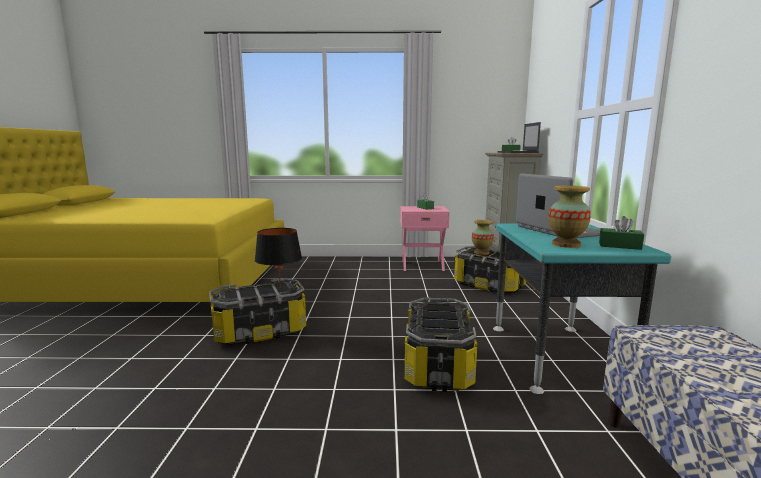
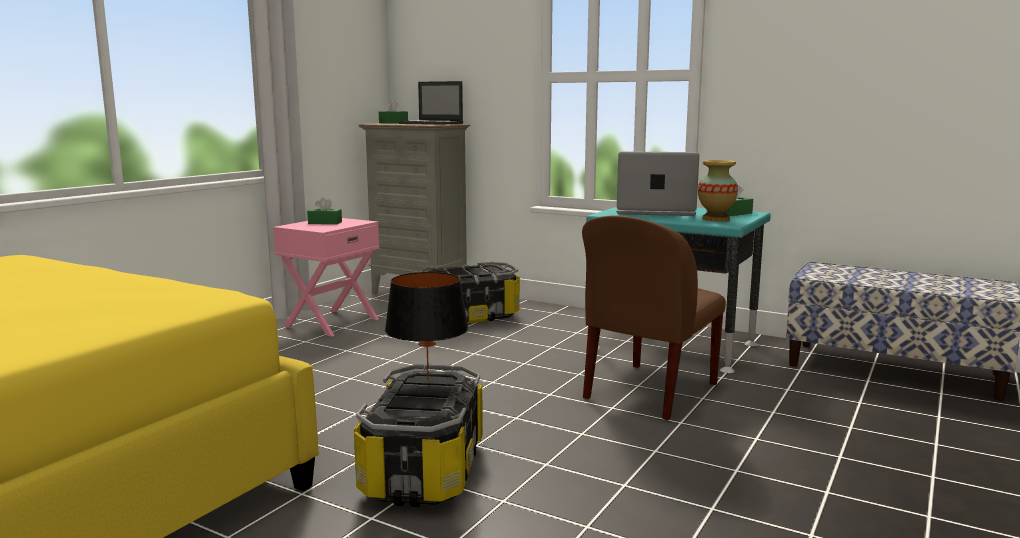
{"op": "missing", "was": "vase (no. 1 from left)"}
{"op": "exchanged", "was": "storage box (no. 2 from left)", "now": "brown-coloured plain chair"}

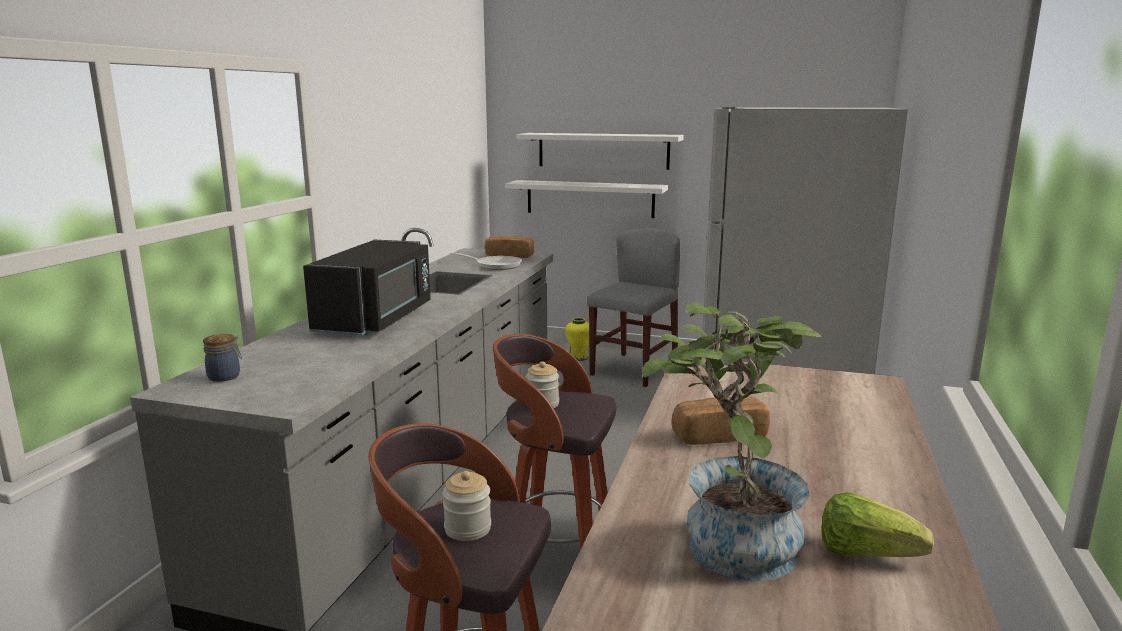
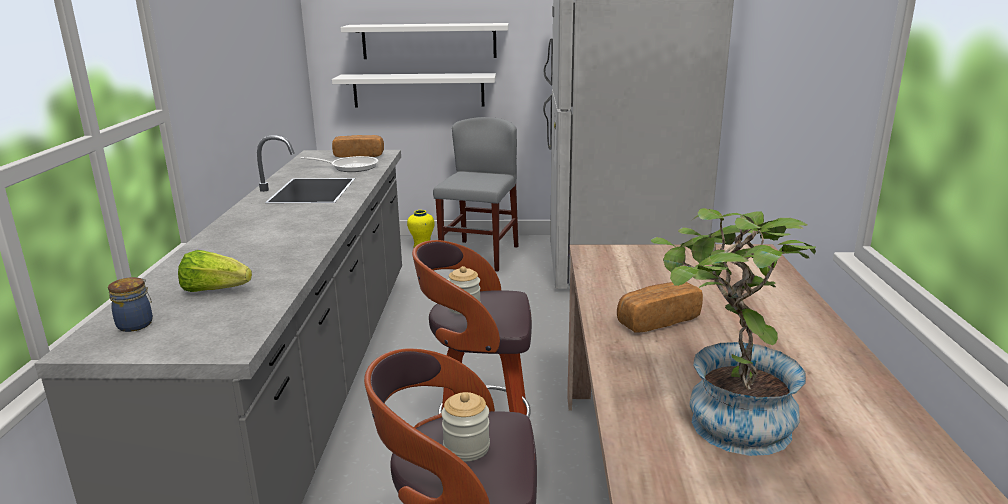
{"op": "missing", "was": "black microwave oven"}
{"op": "relocated", "was": "head of lettuce"}

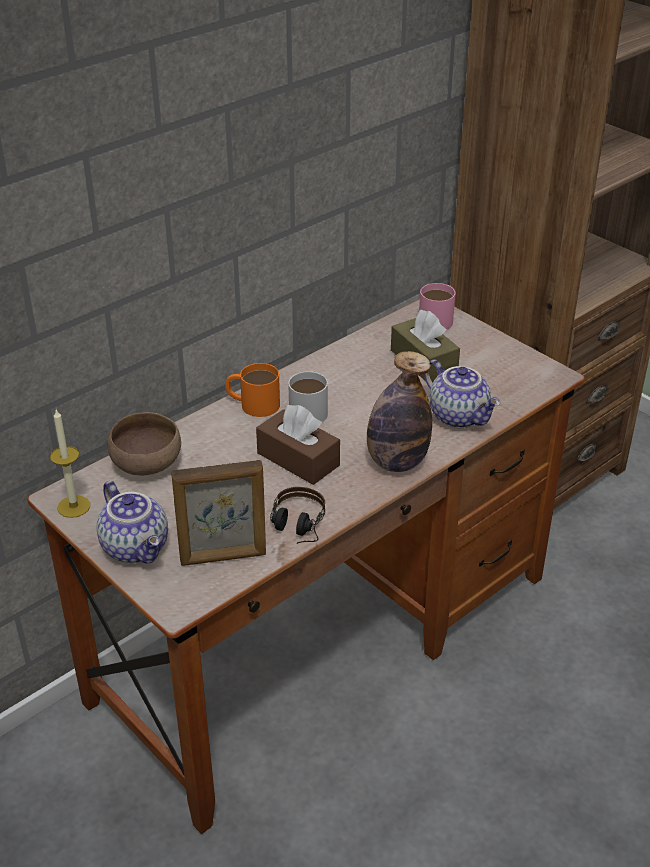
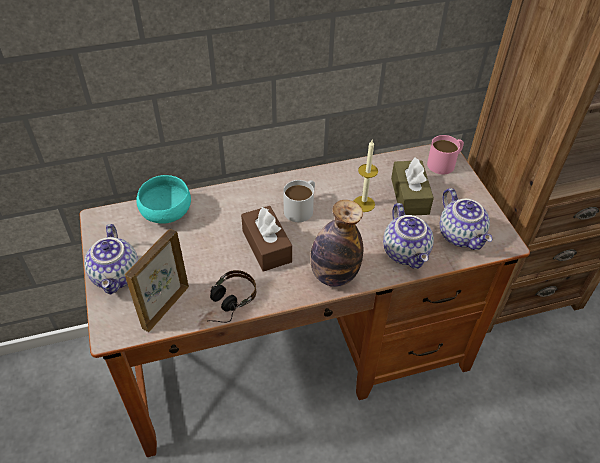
{"op": "missing", "was": "orange-coloured tea mug"}
{"op": "relocated", "was": "wax light"}
{"op": "colour", "was": "brown-coloured deep dish", "now": "blue-green deep dish"}
{"op": "spun", "was": "photo frame", "clockwise": 105}
{"op": "appeared", "now": "pot for tea (no. 3 from left)"}

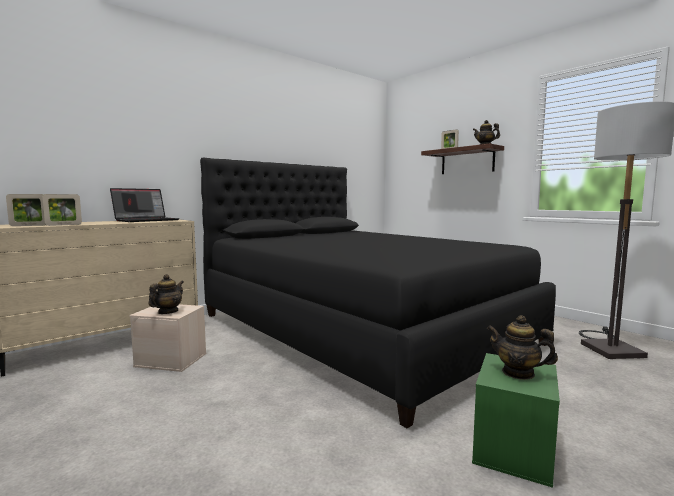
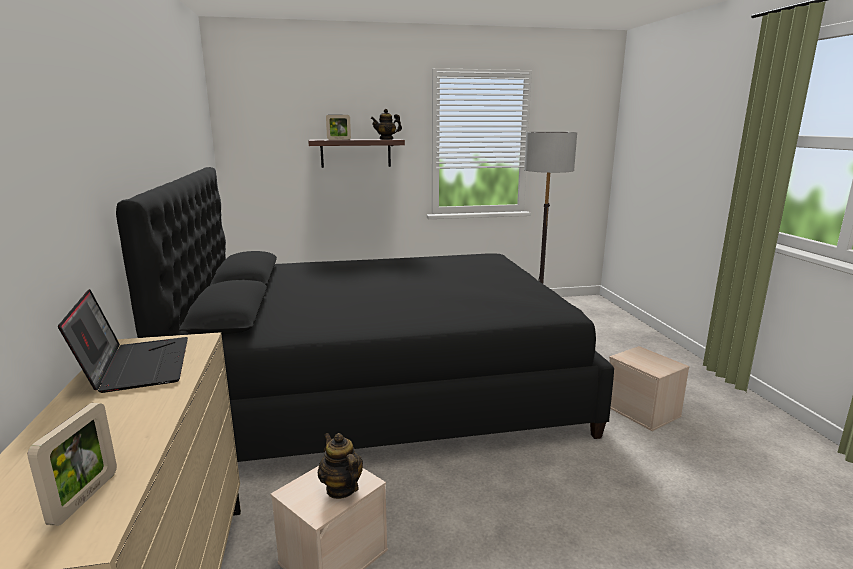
{"op": "missing", "was": "photo frame (no. 2 from left)"}
{"op": "missing", "was": "pot for tea (no. 3 from left)"}
{"op": "colour", "was": "green-coloured storage box", "now": "sand-coloured storage box (no. 2 from left)"}

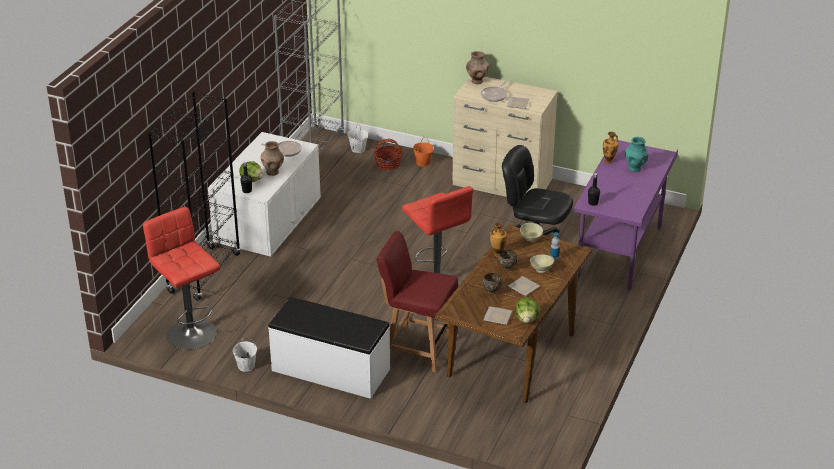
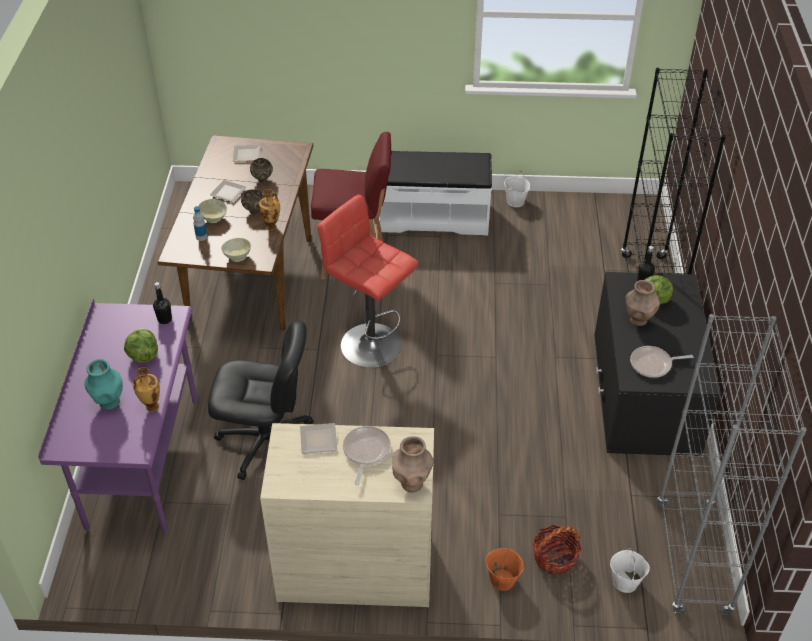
{"op": "colour", "was": "whitish cabinet", "now": "black cabinet"}
{"op": "missing", "was": "reddish sitting stool (no. 1 from left)"}
{"op": "relocated", "was": "head of lettuce (no. 2 from left in the first image)", "now": "head of lettuce (no. 1 from left)"}

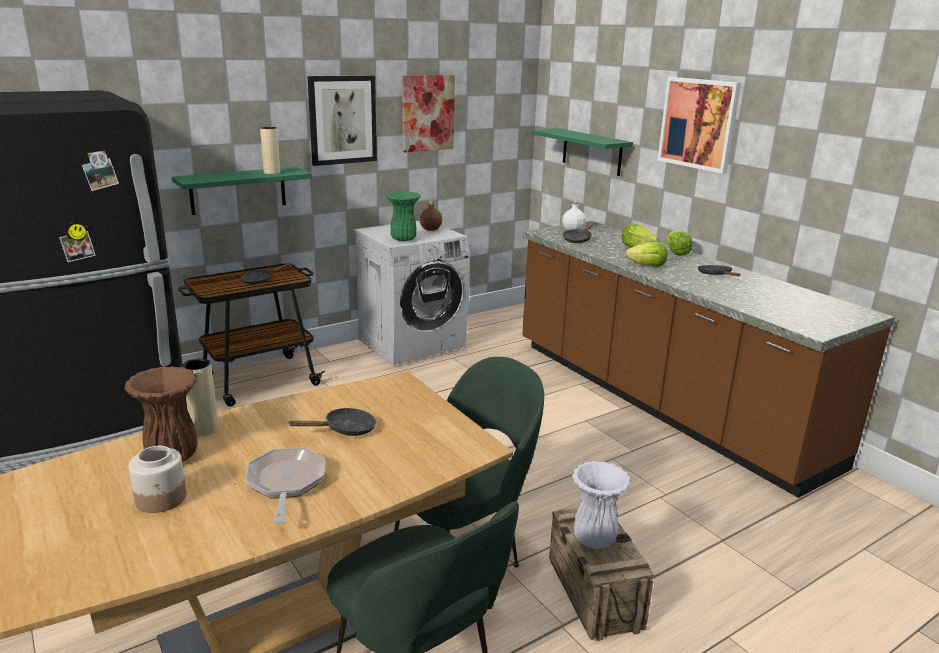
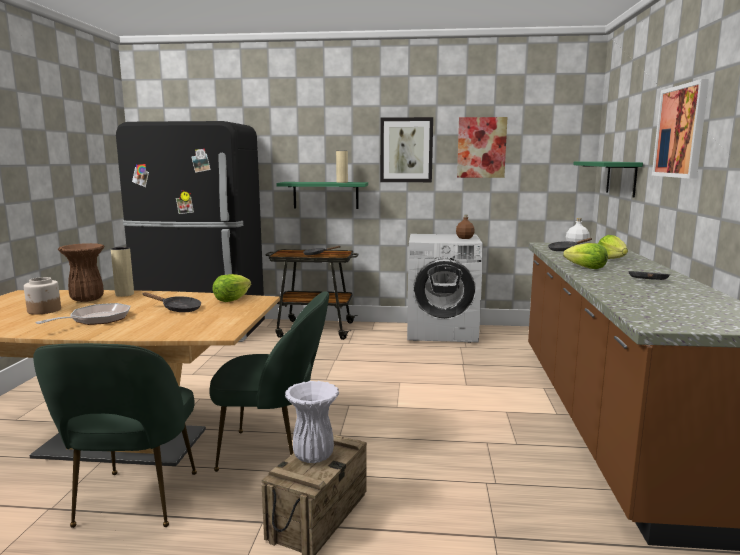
{"op": "missing", "was": "green-coloured vase"}
{"op": "relocated", "was": "head of lettuce (no. 3 from left in the first image)", "now": "head of lettuce (no. 1 from left)"}

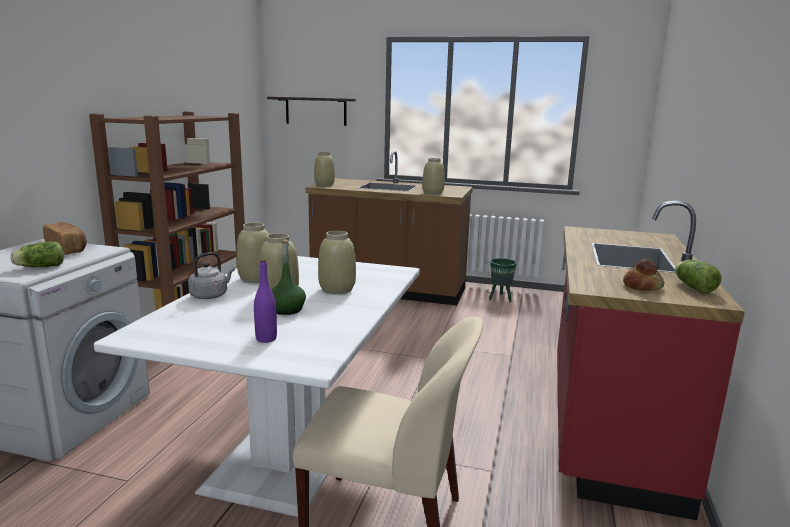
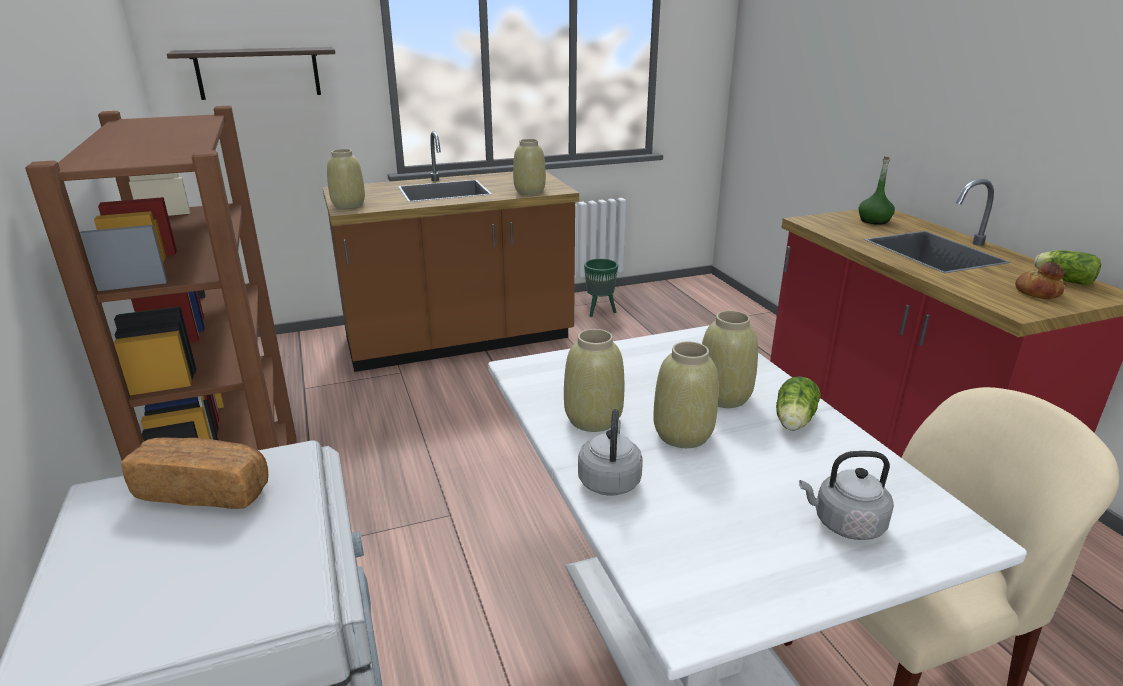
{"op": "relocated", "was": "green-coloured beverage bottle"}
{"op": "relocated", "was": "head of lettuce (no. 1 from left)"}
{"op": "exchanged", "was": "purple-coloured beverage bottle", "now": "greyish kettle (no. 2 from left)"}

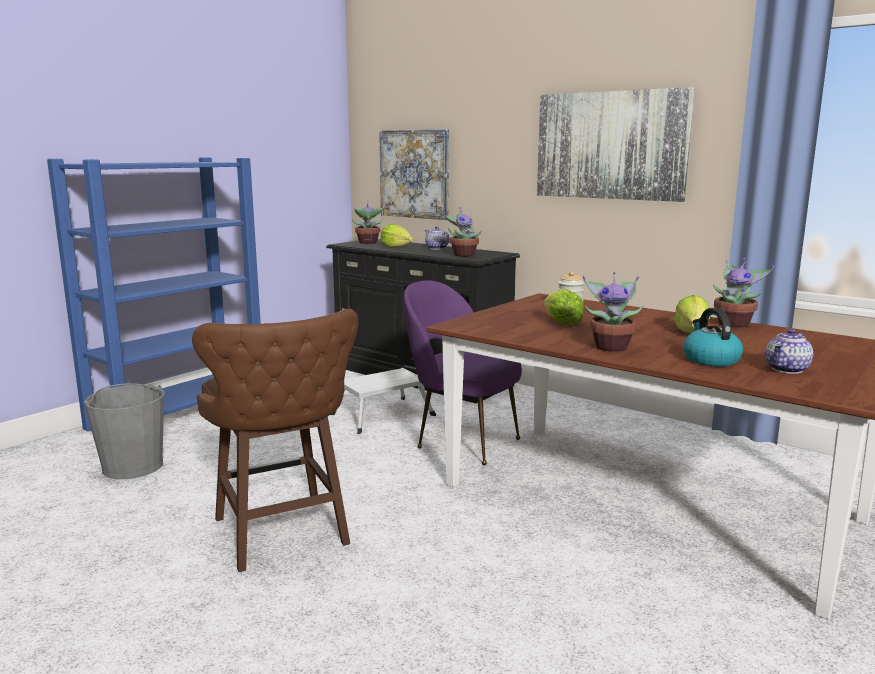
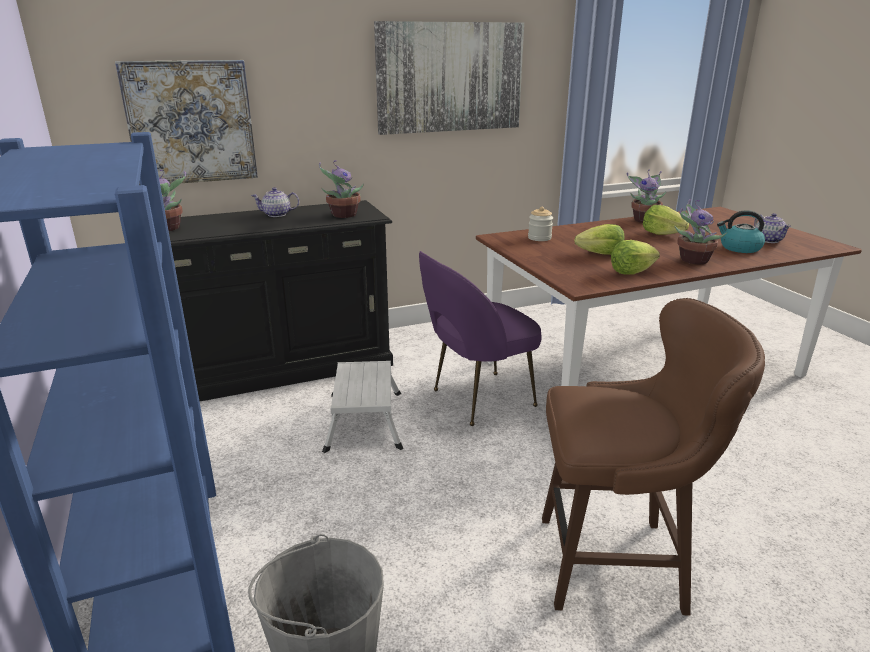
{"op": "relocated", "was": "head of lettuce (no. 1 from left in the first image)", "now": "head of lettuce (no. 2 from left)"}

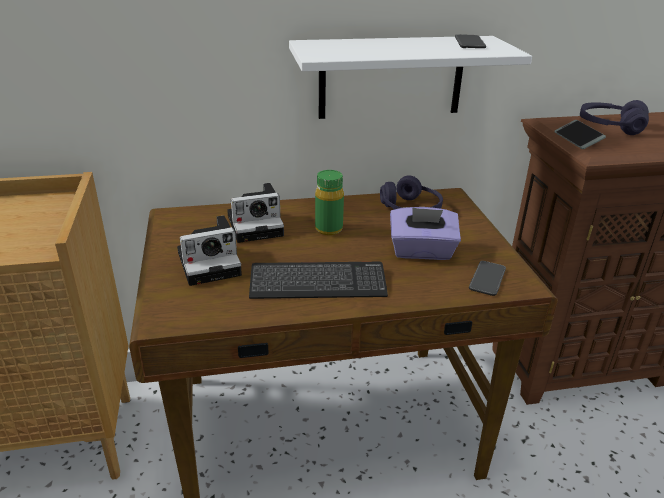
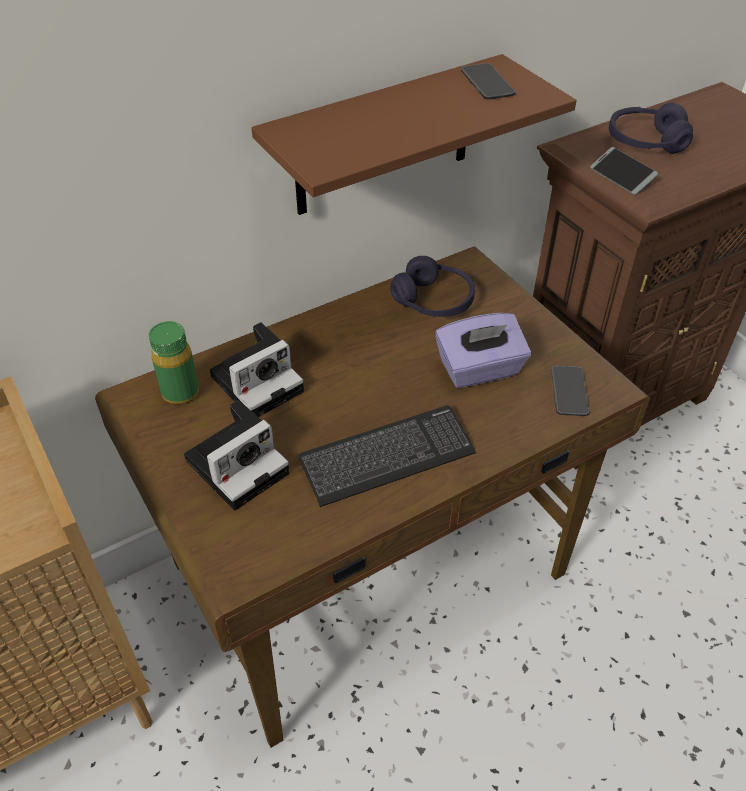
{"op": "colour", "was": "whitish bracket shelf", "now": "brown-coloured bracket shelf"}
{"op": "relocated", "was": "green-coloured beverage bottle"}

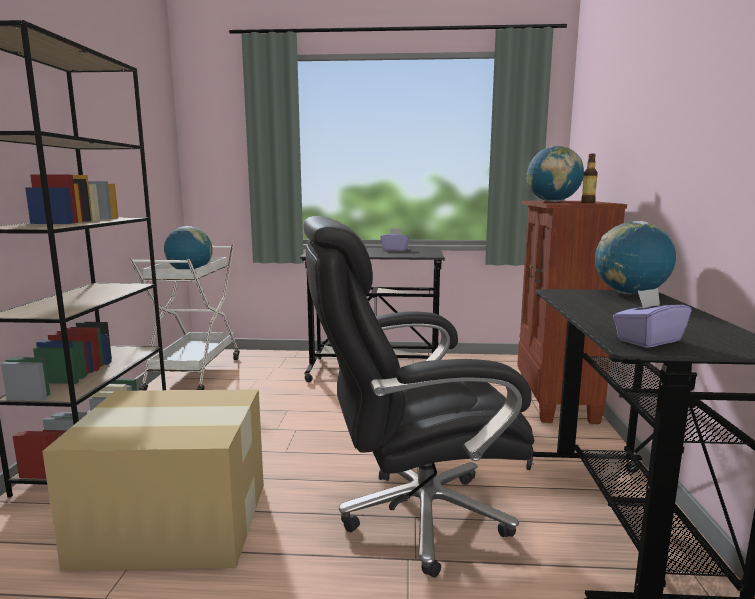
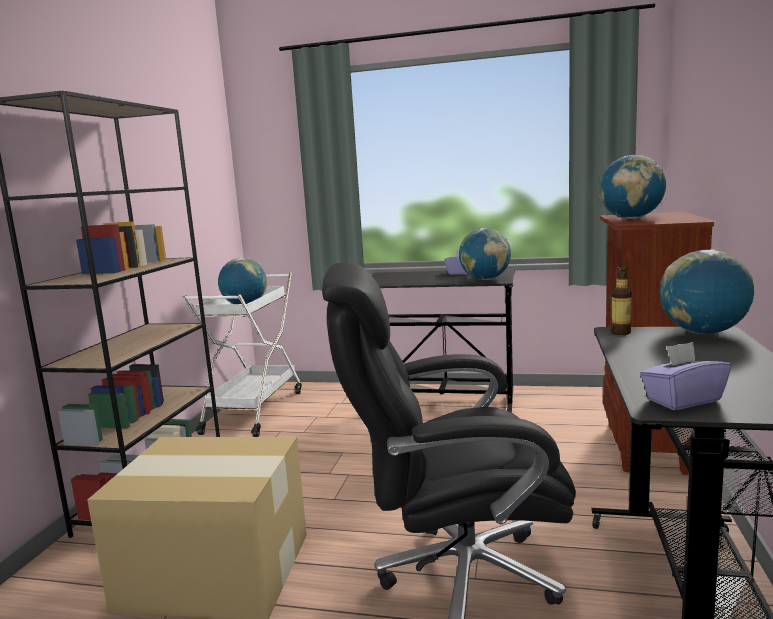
{"op": "relocated", "was": "beverage bottle"}
{"op": "appeared", "now": "world globe (no. 2 from left)"}

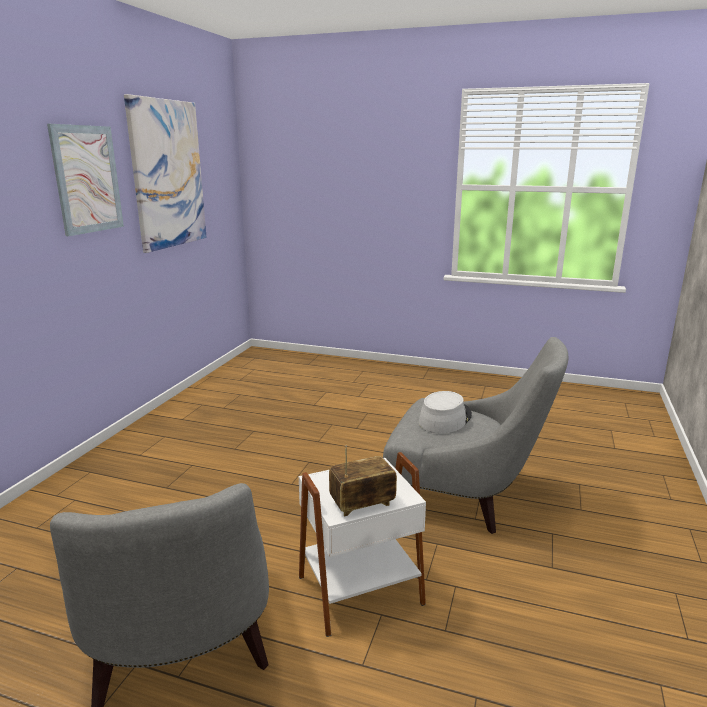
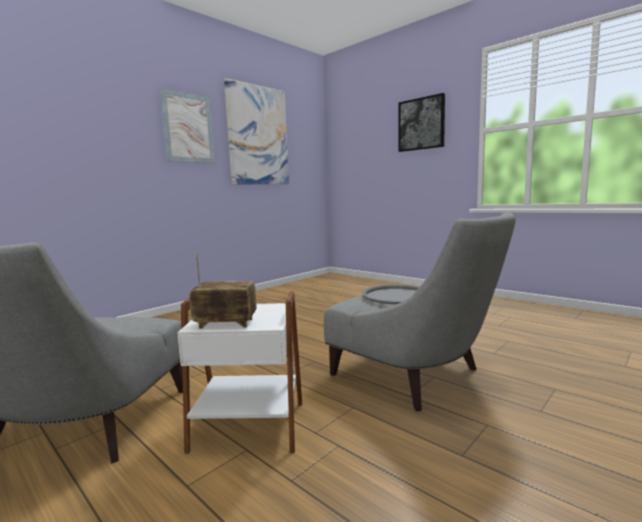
{"op": "exchanged", "was": "greyish hat", "now": "greyish serving tray"}
{"op": "appeared", "now": "wall picture (no. 3 from left)"}

